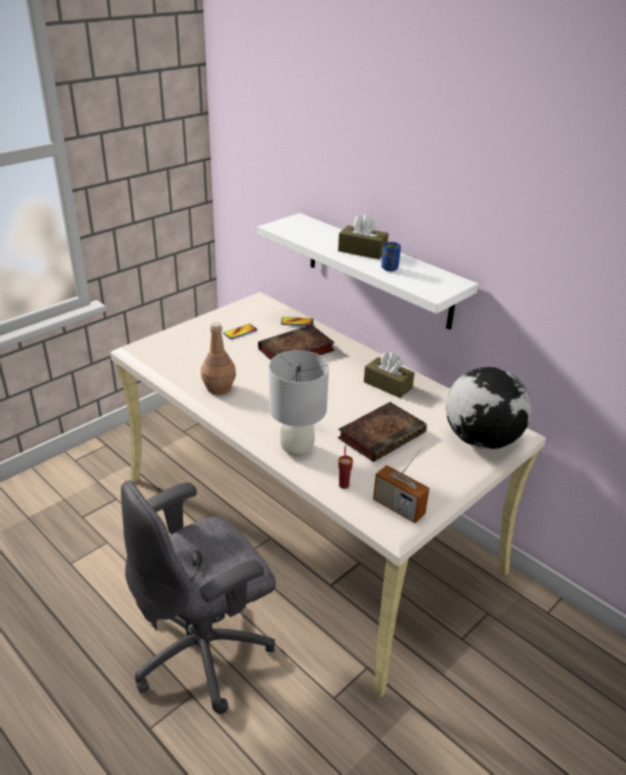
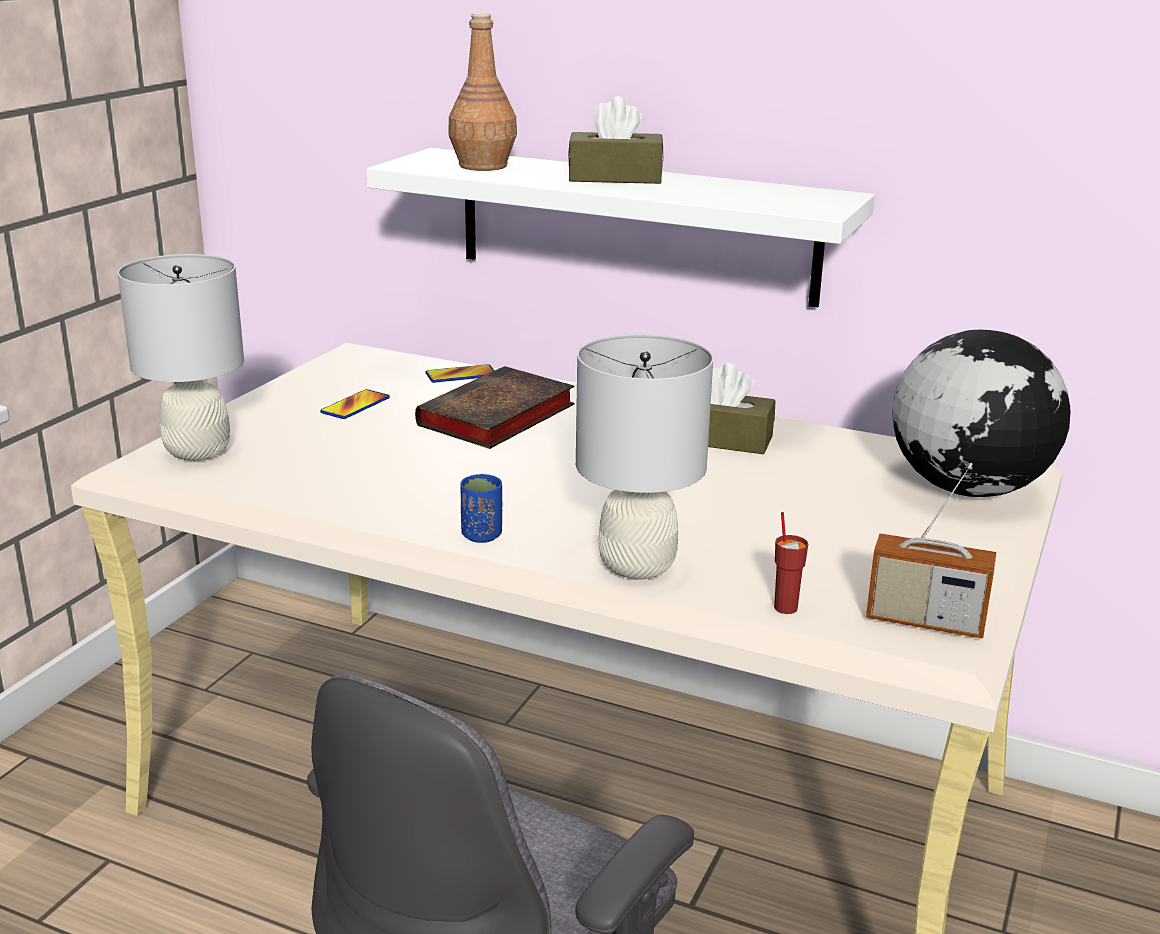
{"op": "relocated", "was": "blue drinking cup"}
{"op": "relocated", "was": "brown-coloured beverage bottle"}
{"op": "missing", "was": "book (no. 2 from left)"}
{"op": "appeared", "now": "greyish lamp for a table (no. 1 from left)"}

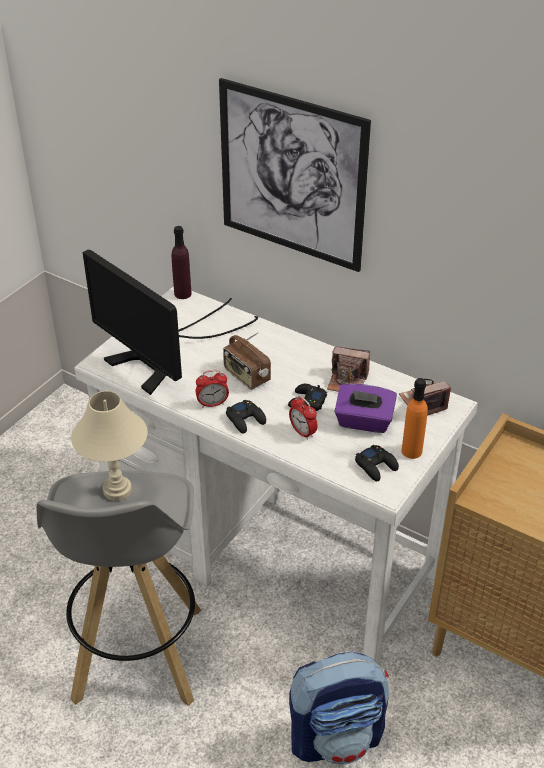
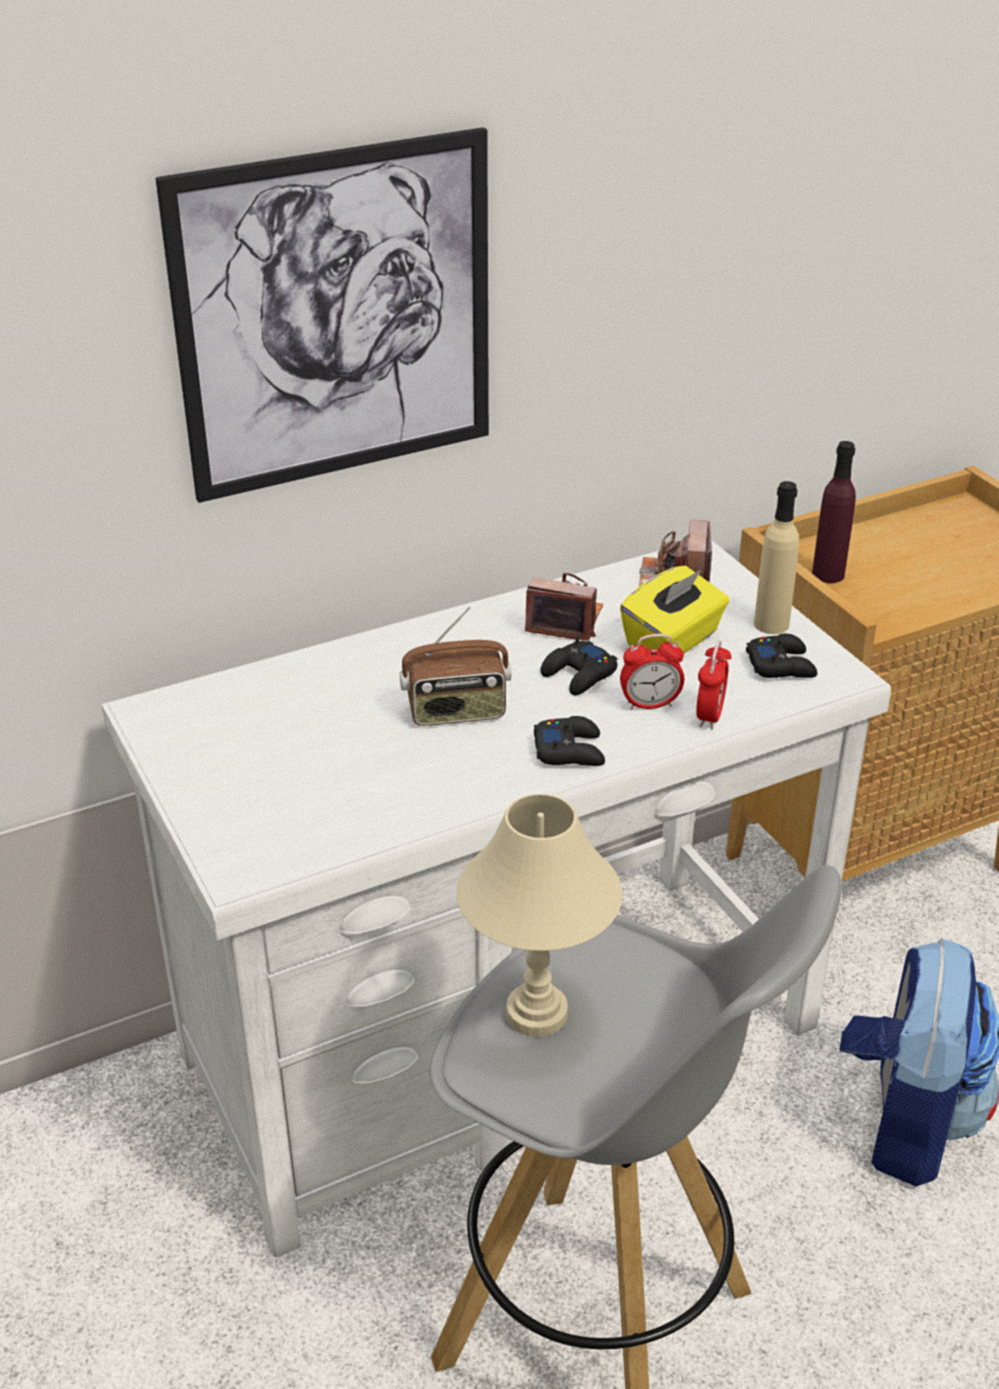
{"op": "relocated", "was": "purple-coloured beverage bottle"}
{"op": "missing", "was": "computer screen"}
{"op": "spun", "was": "photo camera (no. 1 from left)", "clockwise": -120}
{"op": "relocated", "was": "table clock (no. 1 from left in the first image)", "now": "table clock (no. 2 from left)"}
{"op": "colour", "was": "orange-coloured beverage bottle", "now": "sand-coloured beverage bottle"}
{"op": "colour", "was": "purple-coloured box of tissues", "now": "yellowish box of tissues"}

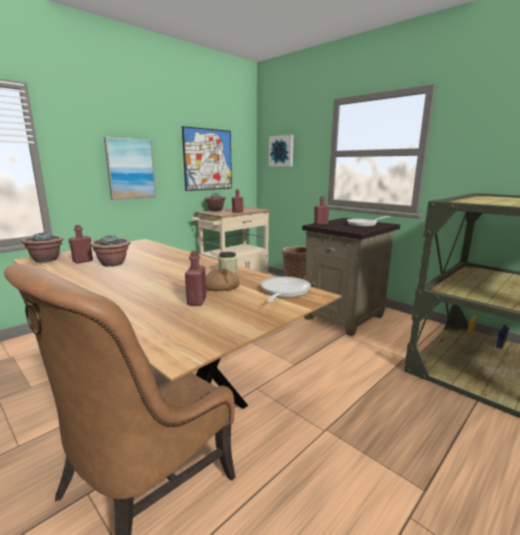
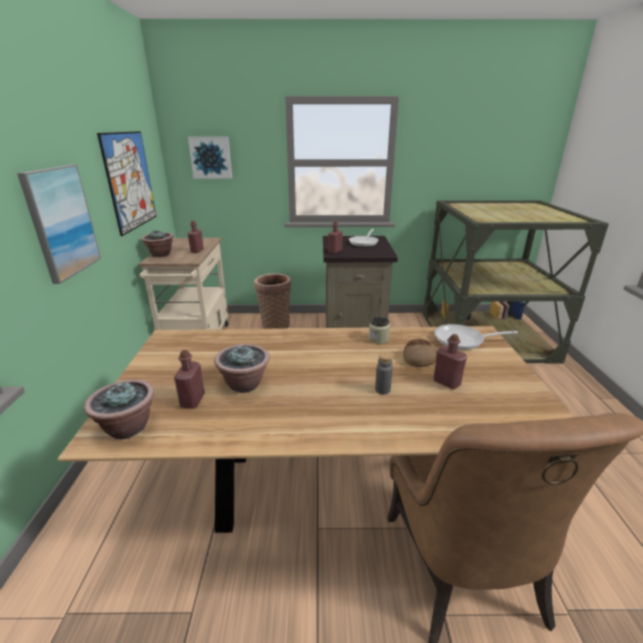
{"op": "spun", "was": "skillet (no. 1 from left in the first image)", "clockwise": -60}
{"op": "appeared", "now": "greyish beverage bottle"}

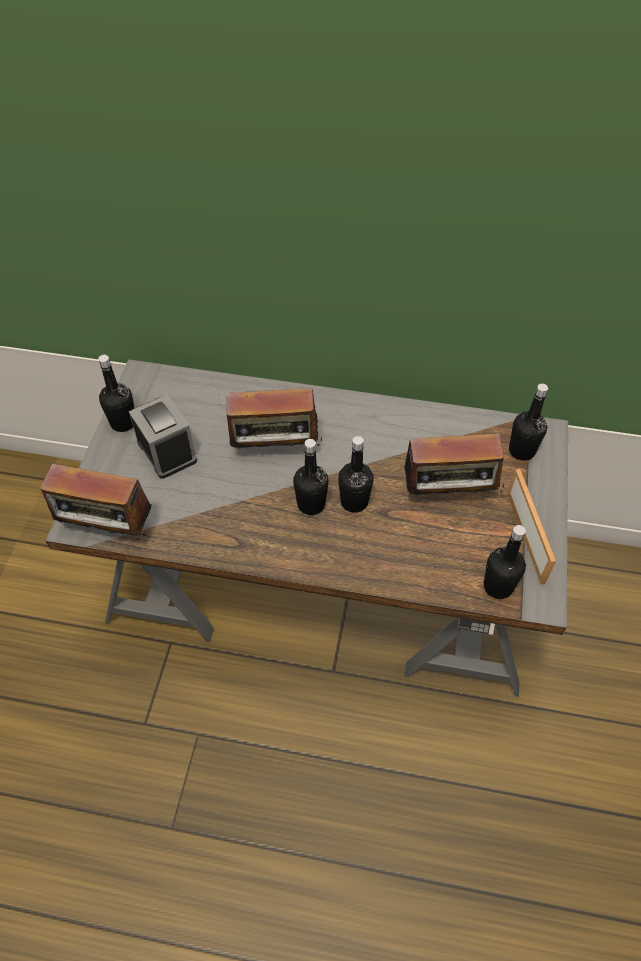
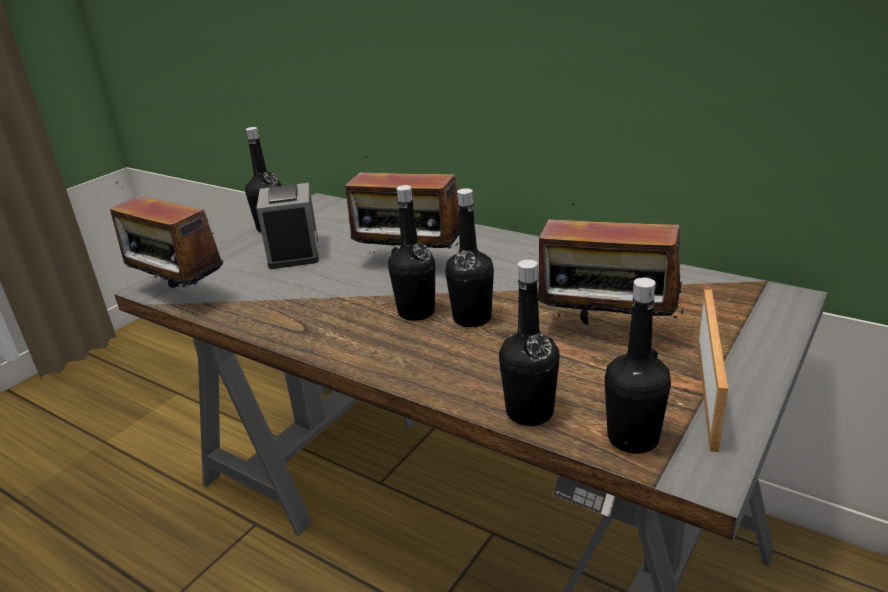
{"op": "relocated", "was": "black beverage bottle (no. 5 from left in the first image)", "now": "black beverage bottle (no. 4 from left)"}

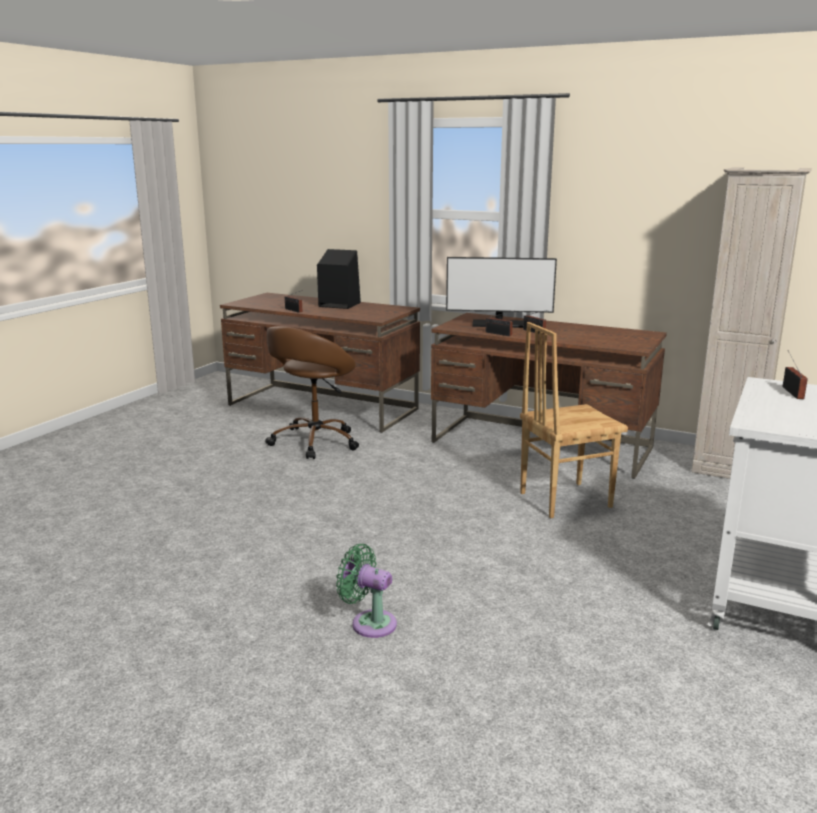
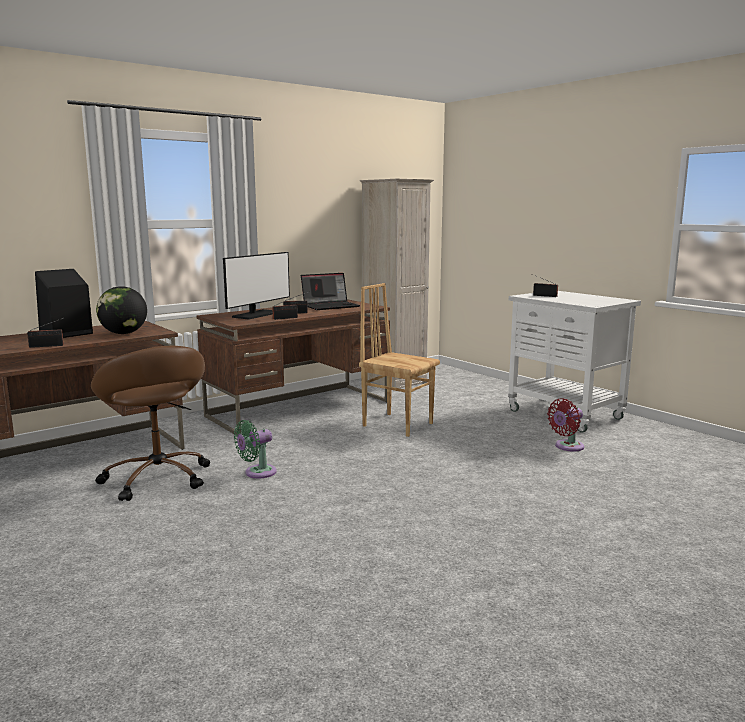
{"op": "spun", "was": "brown-coloured plain chair", "clockwise": 120}
{"op": "relocated", "was": "green-coloured electric fan"}
{"op": "appeared", "now": "laptop"}
{"op": "appeared", "now": "world globe"}
{"op": "appeared", "now": "reddish electric fan"}

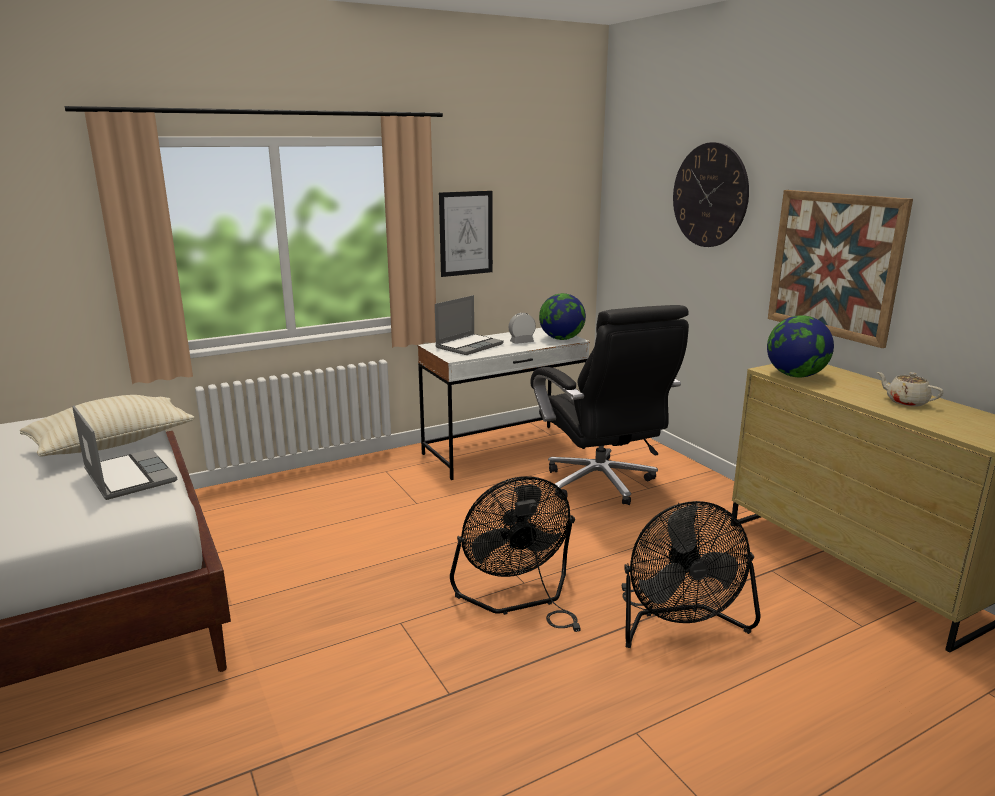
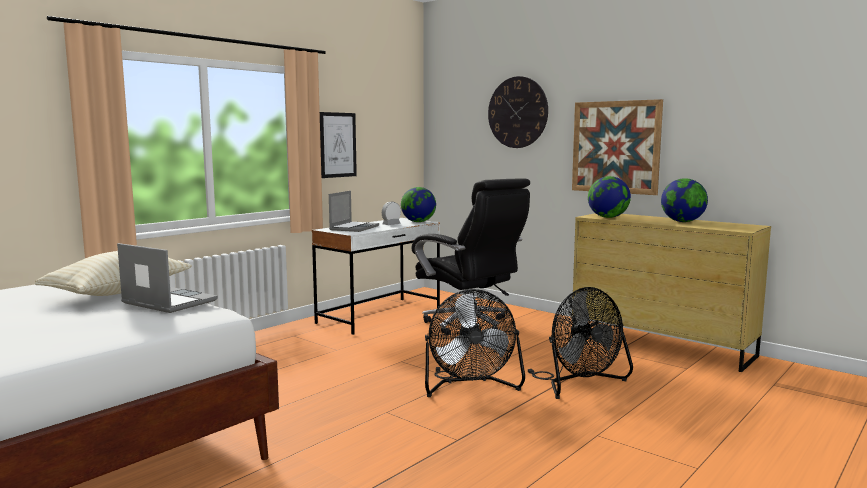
{"op": "exchanged", "was": "sand-coloured pot for tea", "now": "world globe (no. 3 from left)"}
{"op": "spun", "was": "black electric fan (no. 1 from left)", "clockwise": -150}

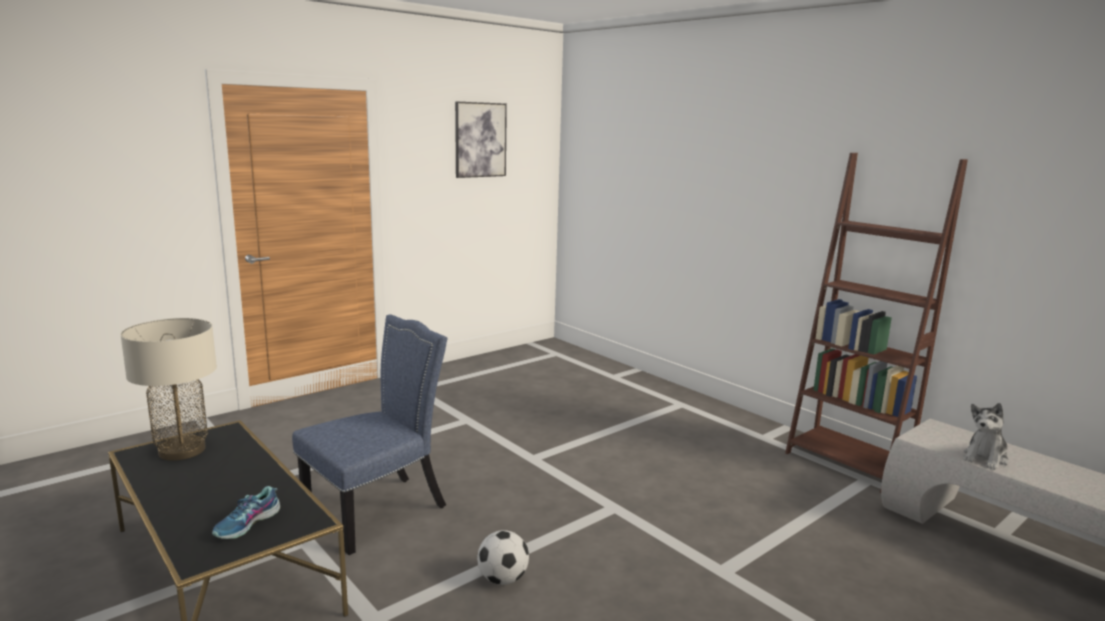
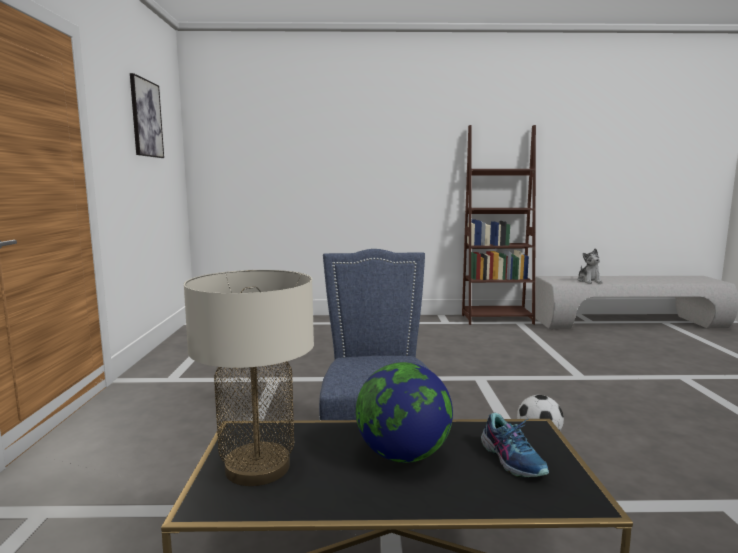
{"op": "appeared", "now": "world globe"}

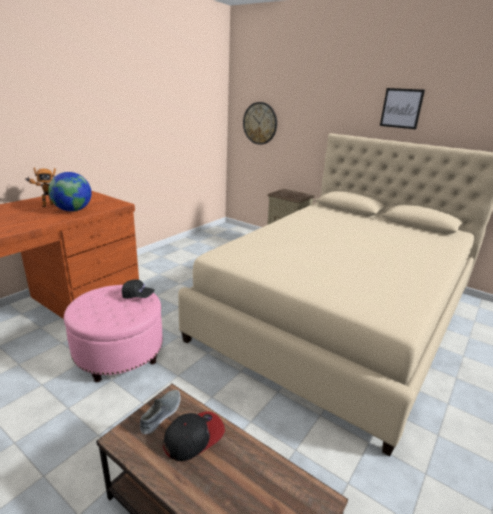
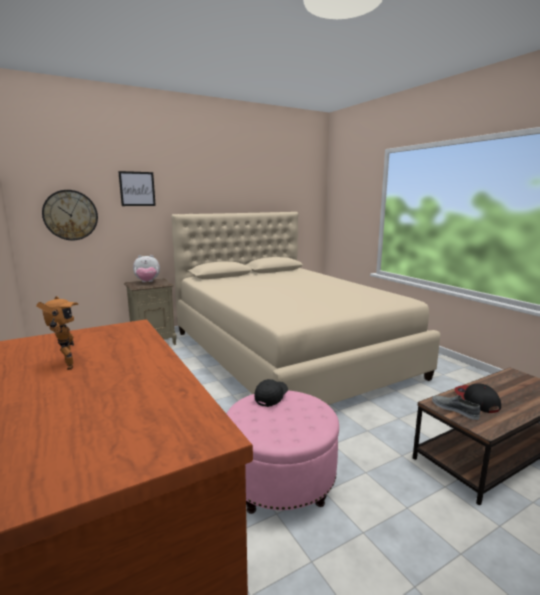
{"op": "relocated", "was": "wall picture"}
{"op": "missing", "was": "world globe"}
{"op": "appeared", "now": "soft toy"}

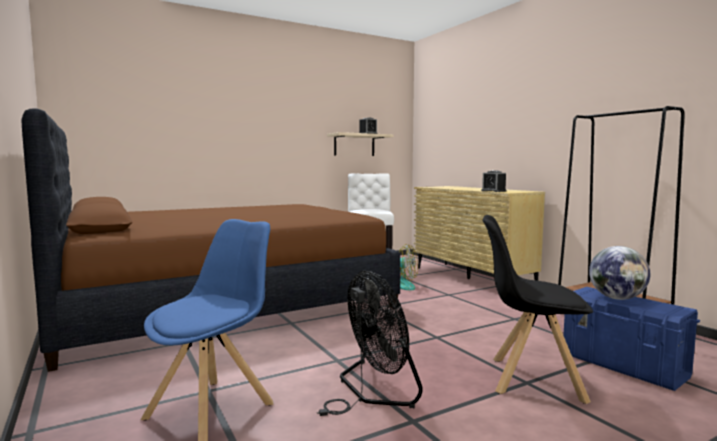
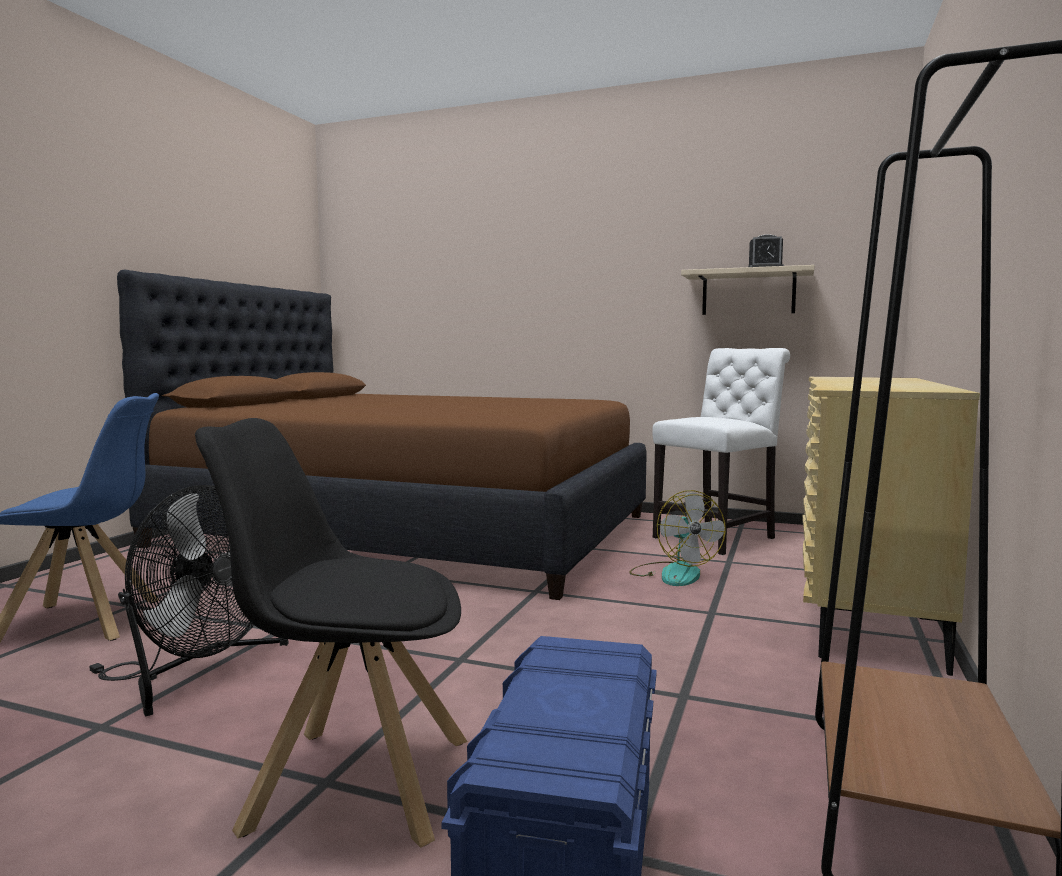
{"op": "missing", "was": "table clock (no. 2 from left)"}
{"op": "spun", "was": "black plain chair", "clockwise": -60}
{"op": "missing", "was": "world globe"}

